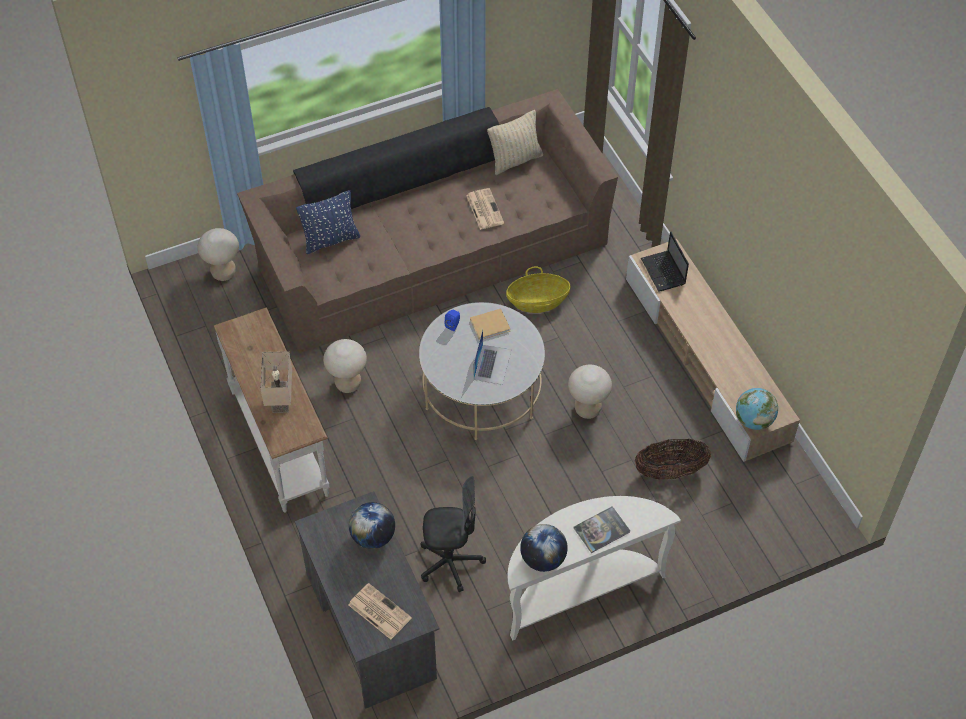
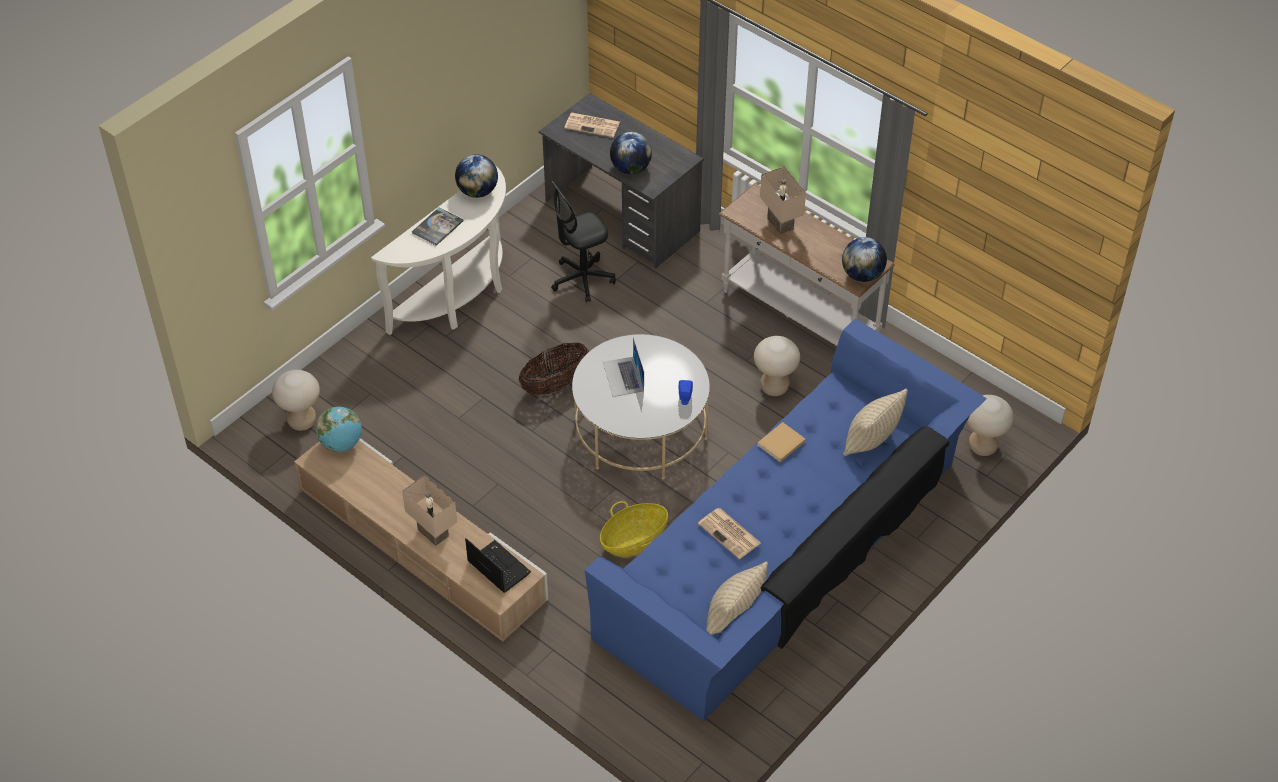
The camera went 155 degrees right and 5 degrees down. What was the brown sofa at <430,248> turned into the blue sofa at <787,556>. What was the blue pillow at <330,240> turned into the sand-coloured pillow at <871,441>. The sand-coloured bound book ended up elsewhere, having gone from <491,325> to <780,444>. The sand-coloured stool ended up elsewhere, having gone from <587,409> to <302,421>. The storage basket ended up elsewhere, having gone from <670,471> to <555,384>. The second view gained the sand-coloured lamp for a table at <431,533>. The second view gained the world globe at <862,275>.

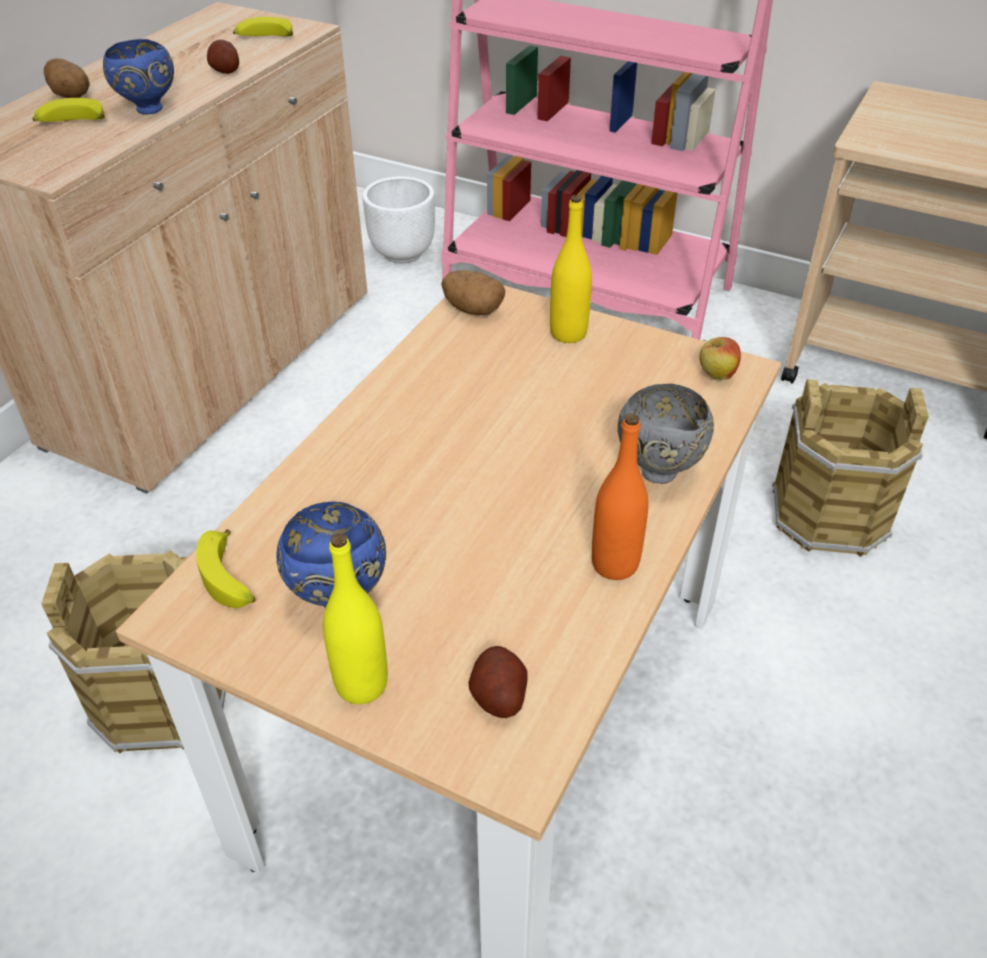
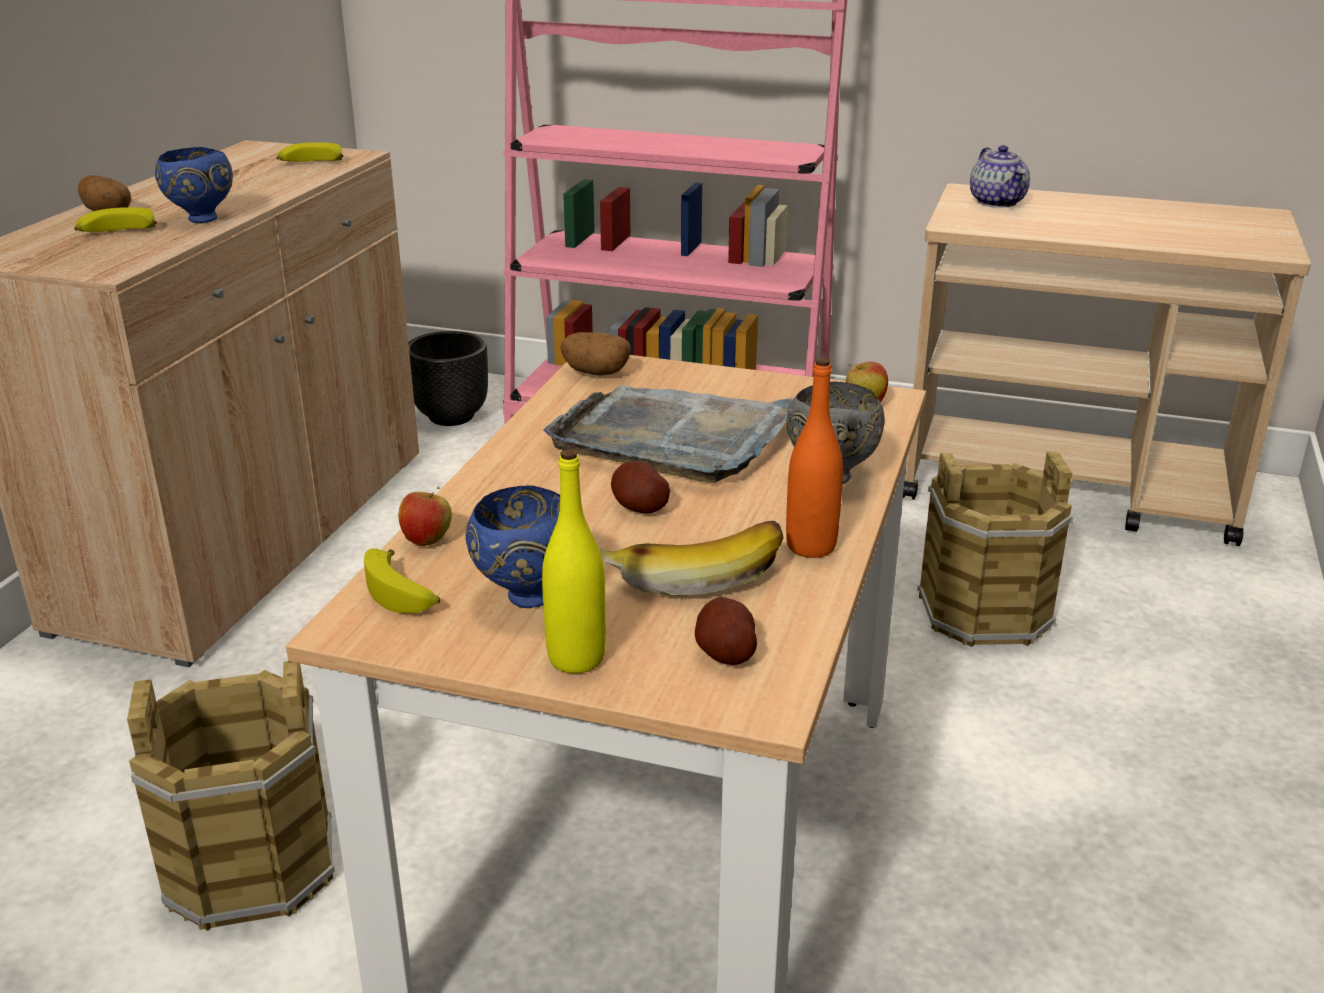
The camera went 10 degrees left and 15 degrees down. The spud ended up elsewhere, having gone from <225,70> to <639,507>. What was the white plant pot at <403,253> turned into the black-coloured plant pot at <452,416>. The second view lost the yellow-coloured beverage bottle at <568,333>. The second view gained the apple fruit at <427,541>. The second view gained the gray tray at <675,437>. The second view gained the whole banana at <694,573>. The second view gained the tea pot at <998,202>.

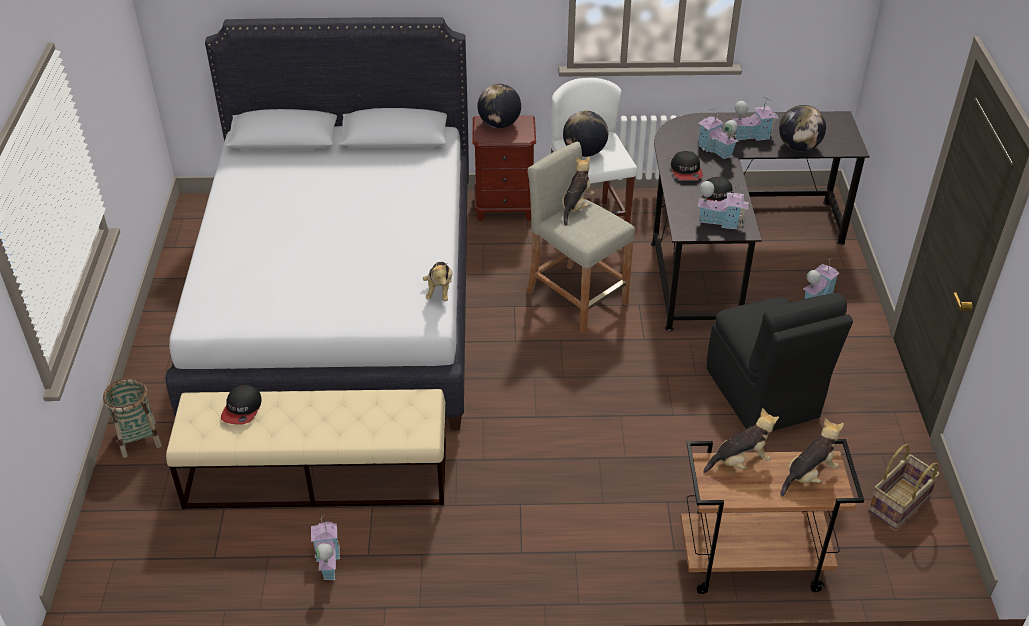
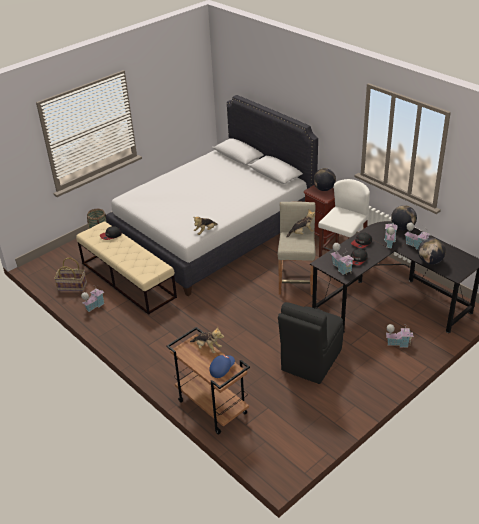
The camera went 50 degrees right and 5 degrees down. The world globe ended up elsewhere, having gone from <584,152> to <402,228>. Where the cuddly toy stood at <808,475>, the blue baseball cap came to stand at <222,369>. The storage basket ended up elsewhere, having gone from <900,504> to <72,286>.

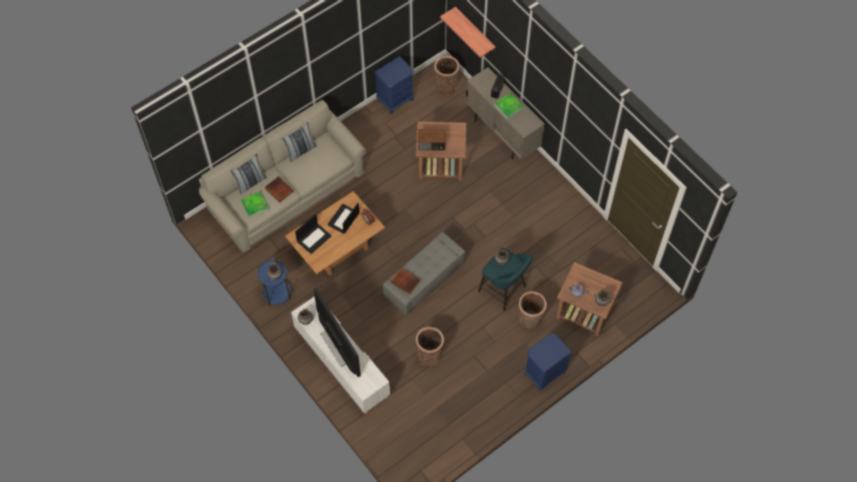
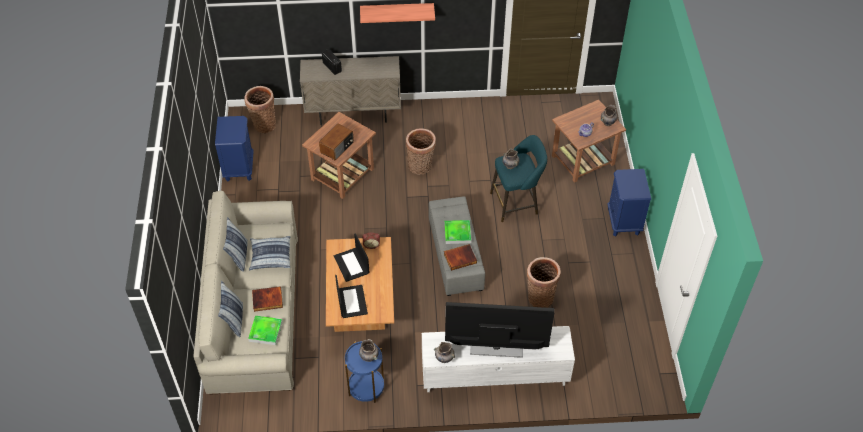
The camera went 55 degrees left and 10 degrees down. The bracket shelf ended up elsewhere, having gone from <475,31> to <397,12>. The tray ended up elsewhere, having gone from <508,107> to <457,233>. The storage basket ended up elsewhere, having gone from <529,320> to <421,167>. The second view gained the pillow at <270,256>.

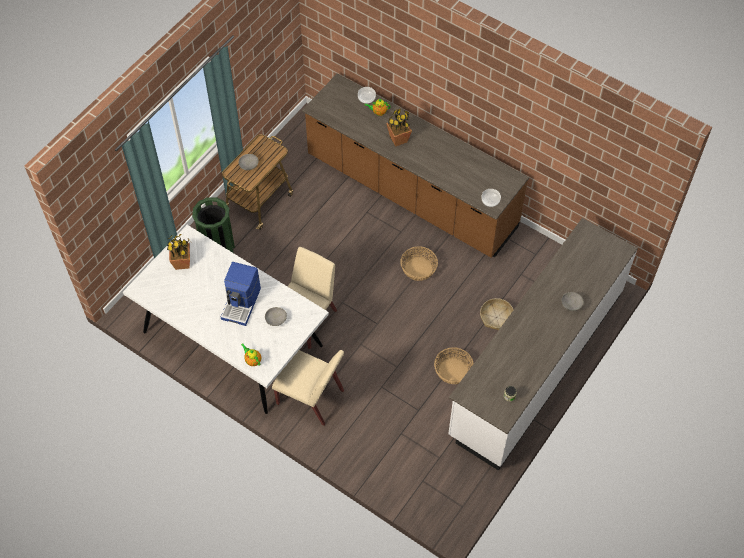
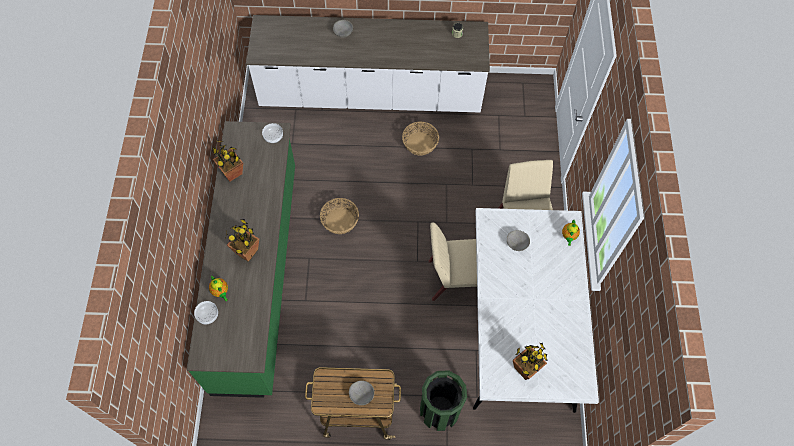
The camera went 125 degrees left and 5 degrees up. The second view lost the coffee maker at <242,303>. What was the brown counter at <411,193> turned into the green-coloured counter at <257,275>. The second view lost the storage basket at <496,317>. The second view gained the plant in a pot at <232,172>.

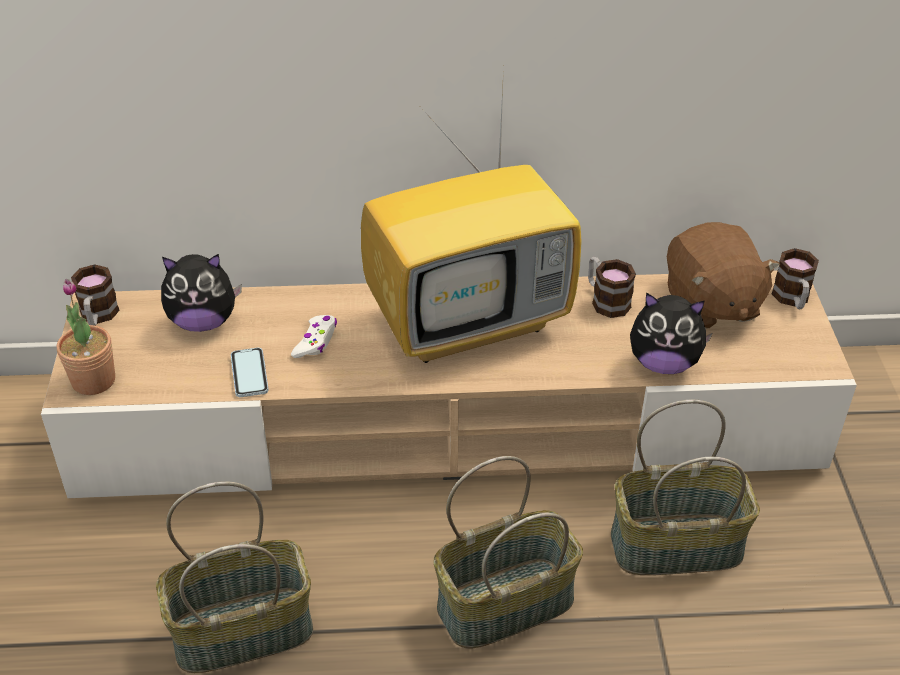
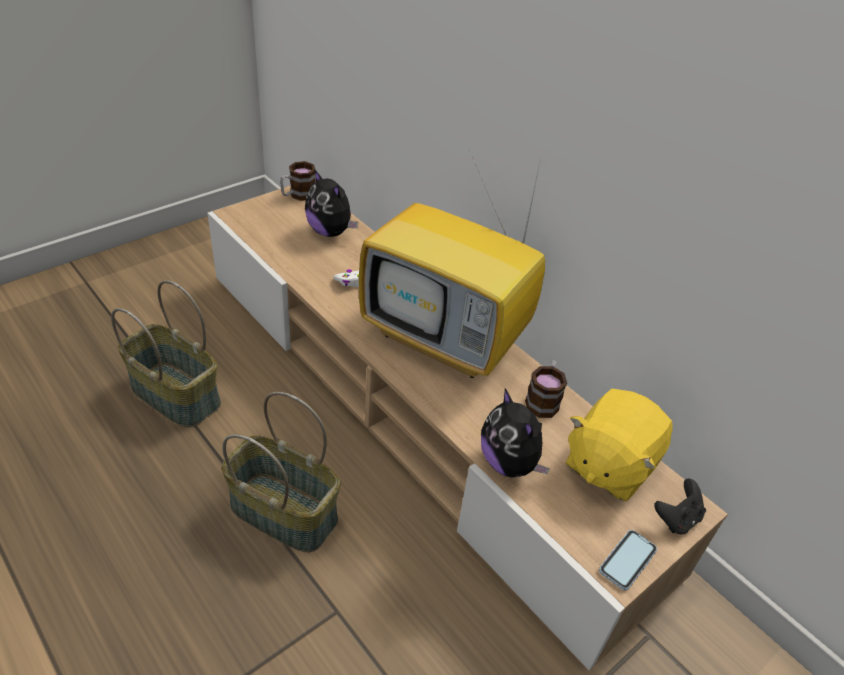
The camera went 50 degrees right and 0 degrees up. The second view lost the plant in a pot at <93,380>. The handset ended up elsewhere, having gone from <249,374> to <627,560>. The second view lost the storage basket at <677,544>. What was the brown cuddly toy at <710,304> turned into the yellow-coloured cuddly toy at <608,464>. Where the mug stood at <792,299>, the black-coloured game controller came to stand at <676,518>.

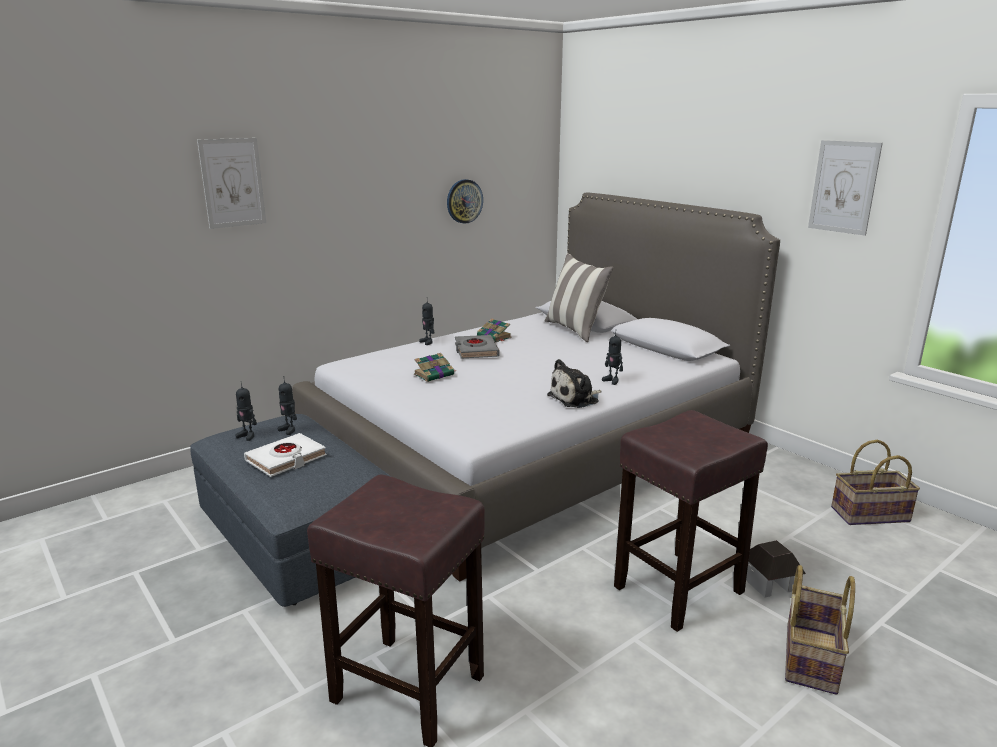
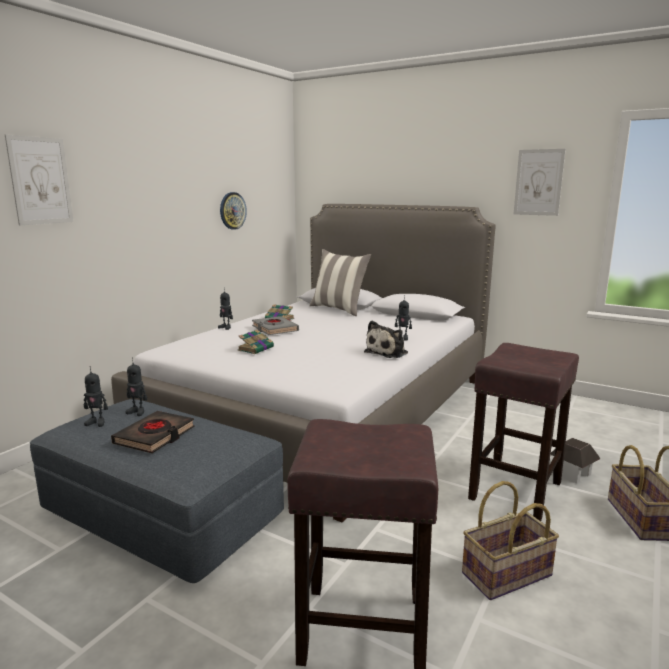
The camera went 20 degrees left and 5 degrees down. What was the white bound book at <286,459> turned into the black-coloured bound book at <155,436>. The storage basket ended up elsewhere, having gone from <870,515> to <507,575>.

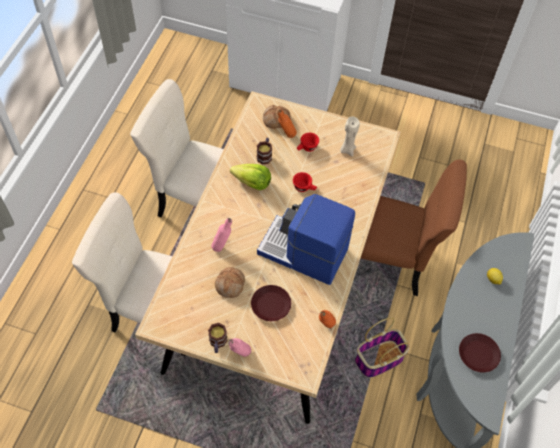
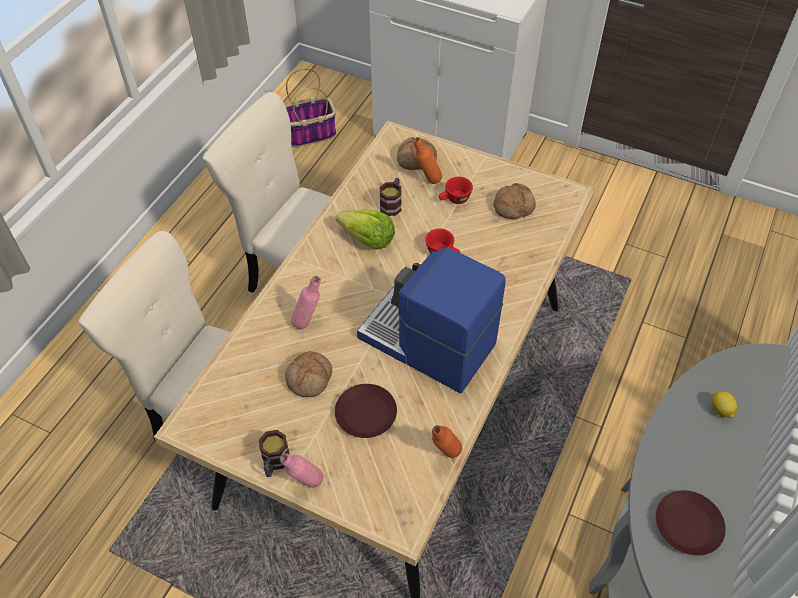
The camera went 10 degrees right and 5 degrees down. Where the sand-coloured candle stood at <347,150>, the bakery bread came to stand at <513,206>. The storage basket ended up elsewhere, having gone from <378,360> to <309,134>. The second view lost the brown upright chair at <389,263>.

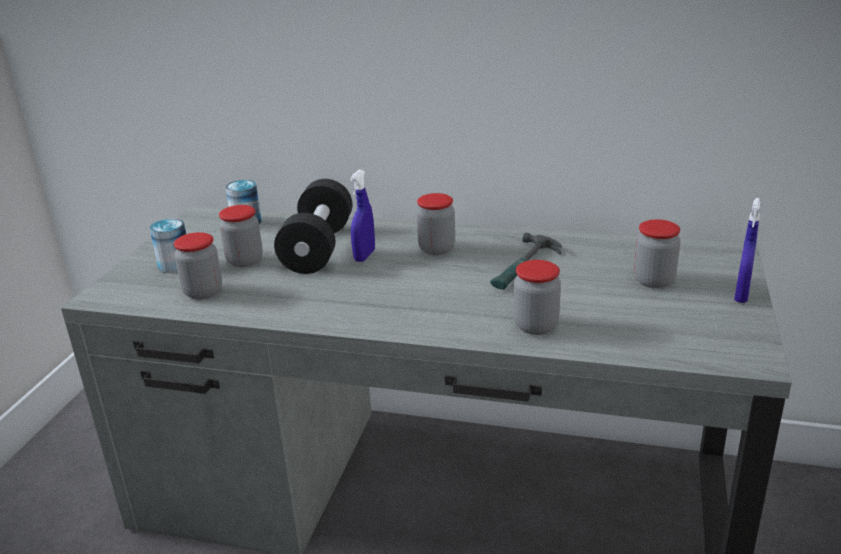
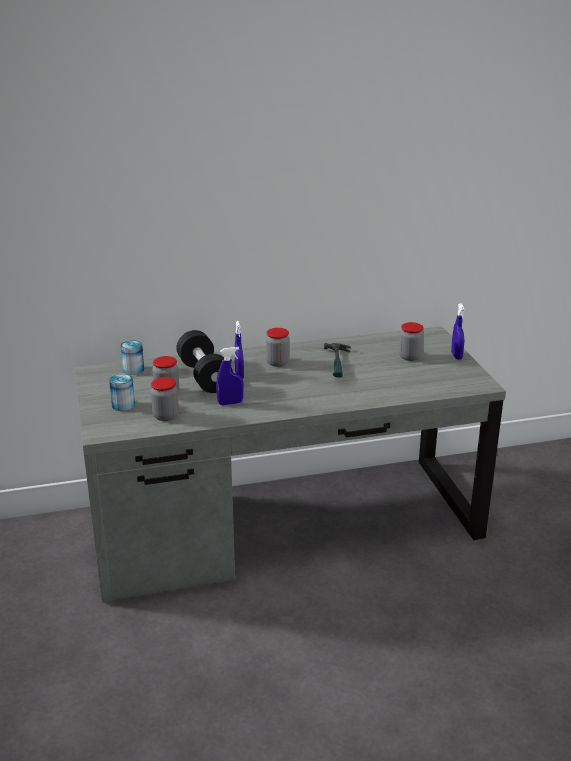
The camera went 30 degrees left and 0 degrees up. The second view lost the preserve jar at <536,326>. The second view gained the blue sprayer at <230,403>.

